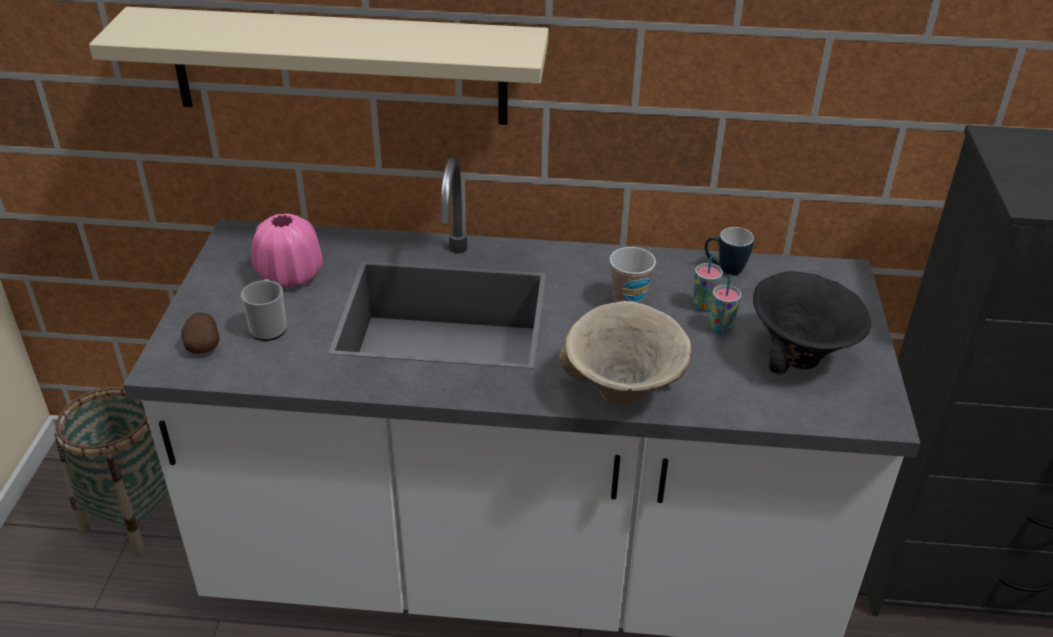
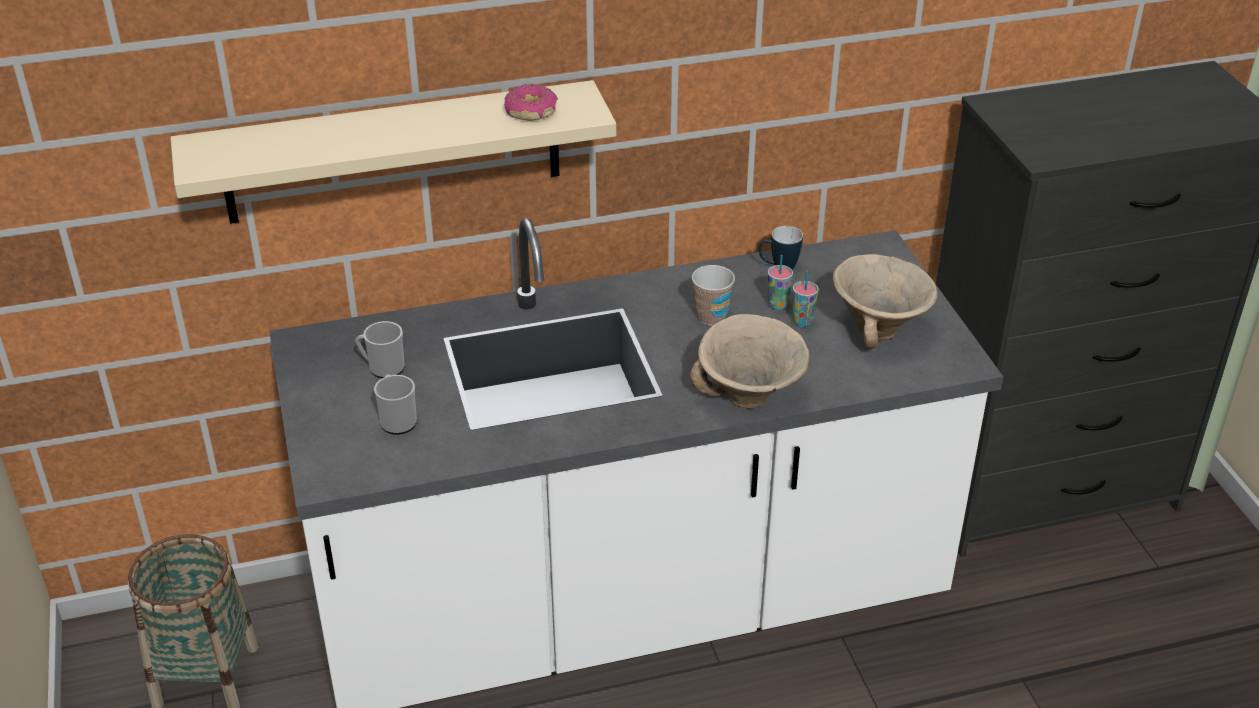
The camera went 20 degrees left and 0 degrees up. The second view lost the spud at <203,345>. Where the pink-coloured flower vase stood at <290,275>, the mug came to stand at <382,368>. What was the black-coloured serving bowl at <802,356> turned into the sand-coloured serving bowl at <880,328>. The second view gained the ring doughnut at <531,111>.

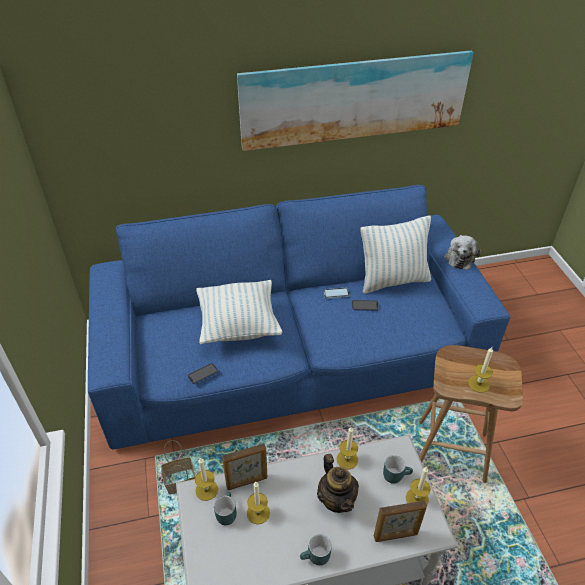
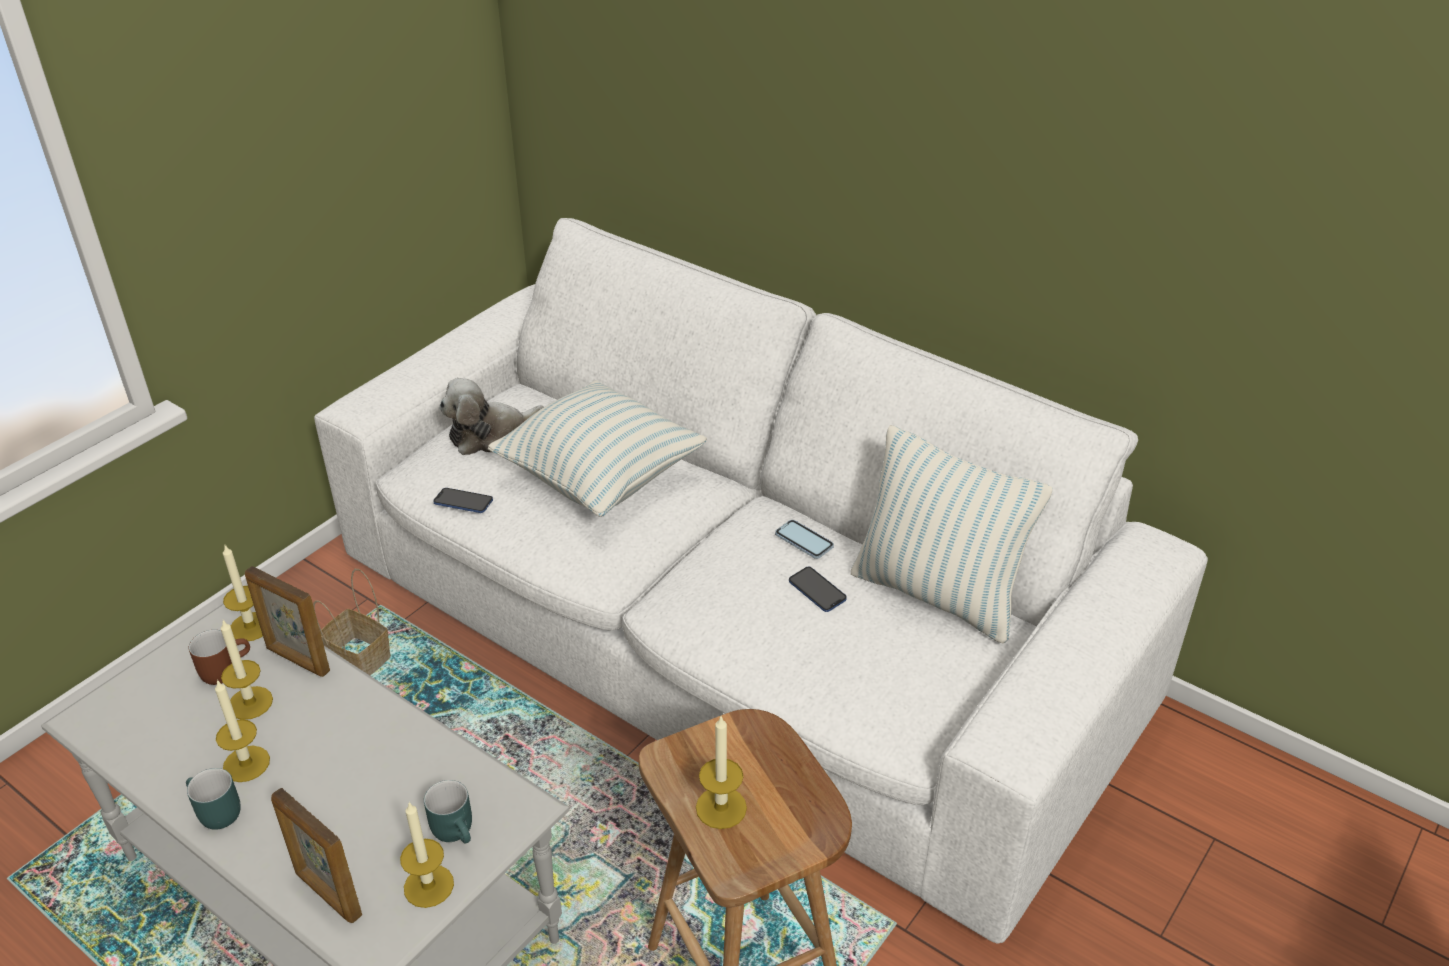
The camera went 50 degrees right and 5 degrees down. What was the blue sofa at <292,356> turned into the white sofa at <726,633>. What was the turquoise mug at <225,513> turned into the brown mug at <224,668>. The second view lost the wall picture at <353,98>. The second view lost the tea pot at <337,499>. The candle ended up elsewhere, having gone from <347,459> to <246,764>. The cuddly toy ended up elsewhere, having gone from <459,257> to <489,434>.

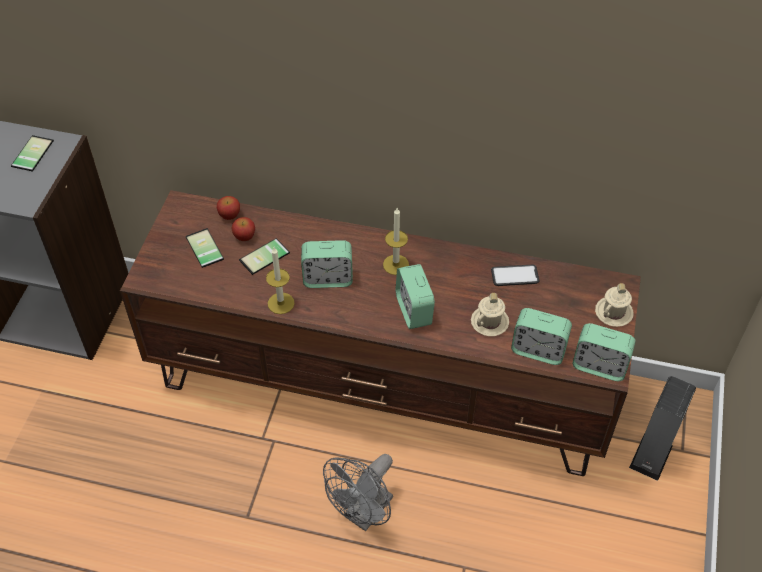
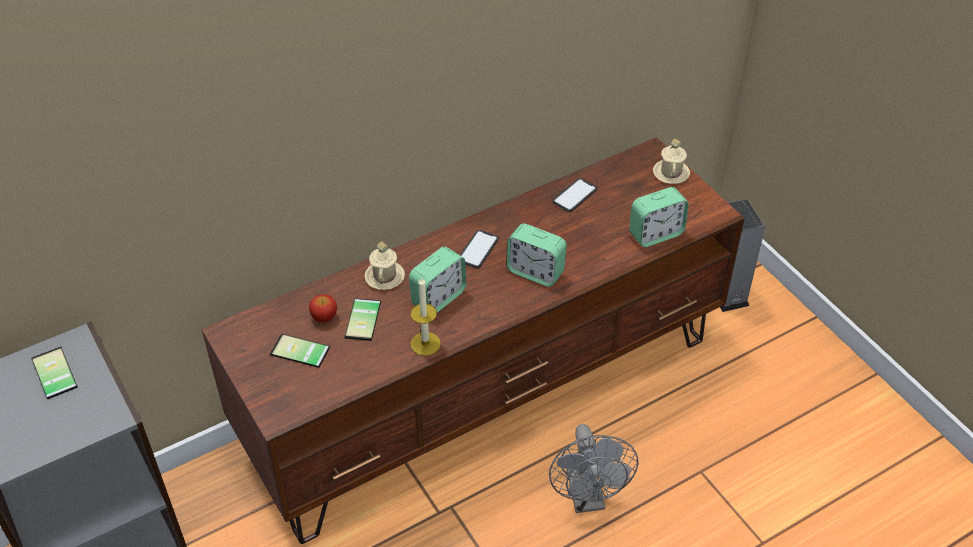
The camera went 45 degrees left and 5 degrees down. The second view lost the apple fruit at <229,215>. Where the candle stood at <396,264>, the handset came to stand at <478,249>. The sand-coloured mug ended up elsewhere, having gone from <489,322> to <384,276>. The second view lost the table clock at <599,366>.

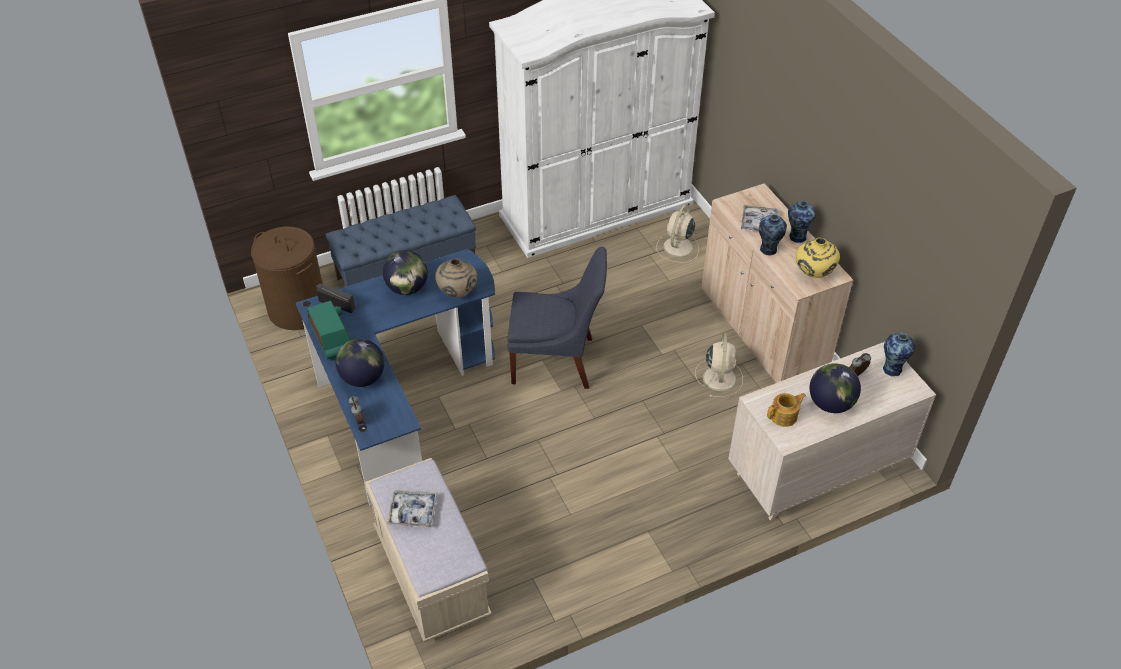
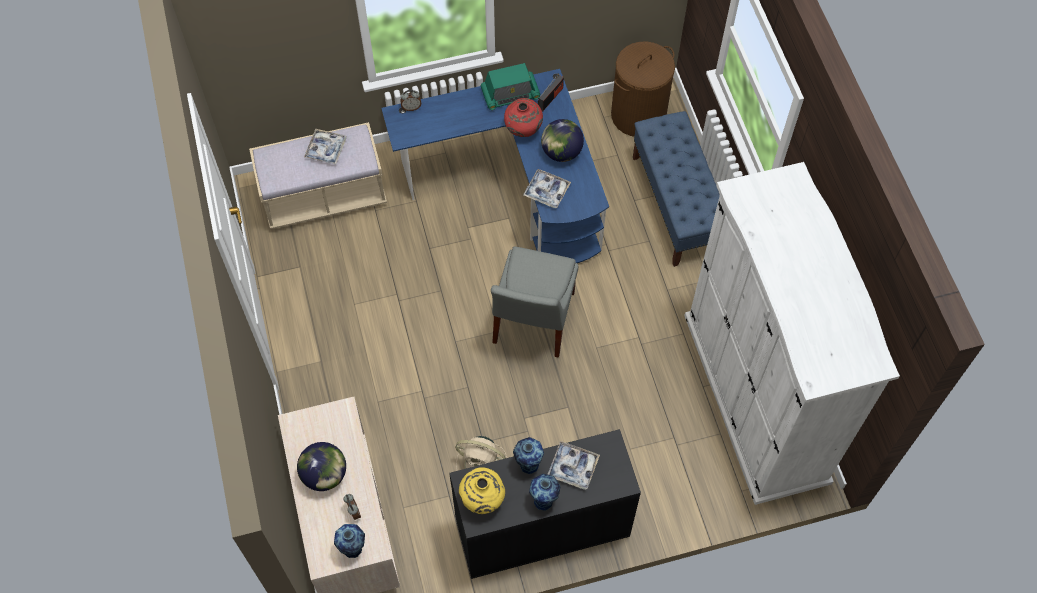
The camera went 100 degrees right and 15 degrees up. The second view lost the world globe at <363,378>. Where the sand-coloured flower vase stood at <457,293>, the tray came to stand at <546,191>. What was the blue upright chair at <557,361> turned into the gray upright chair at <532,321>. The second view lost the sand-coloured fan at <677,247>. What was the sand-coloured storage cabinet at <763,328> turned into the black-coloured storage cabinet at <542,527>. The second view lost the tea pot at <784,416>. The second view gained the reddish flower vase at <523,130>.

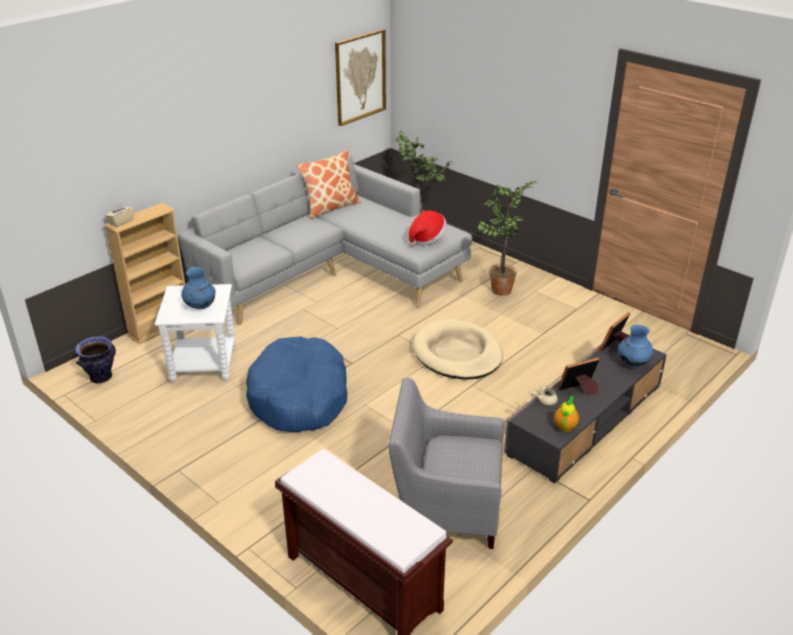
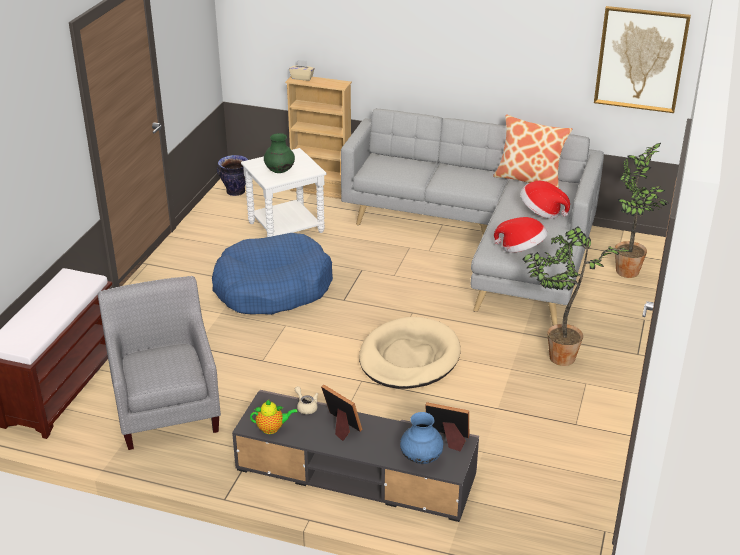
The camera went 65 degrees right and 0 degrees up. What was the blue flower vase at <200,306> turned into the green-coloured flower vase at <279,171>. The second view gained the clothing hat at <541,212>.

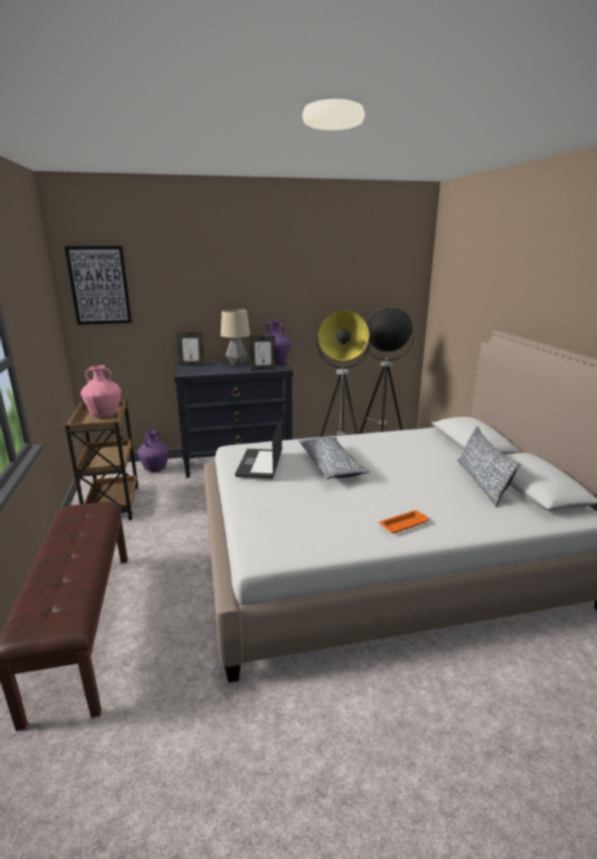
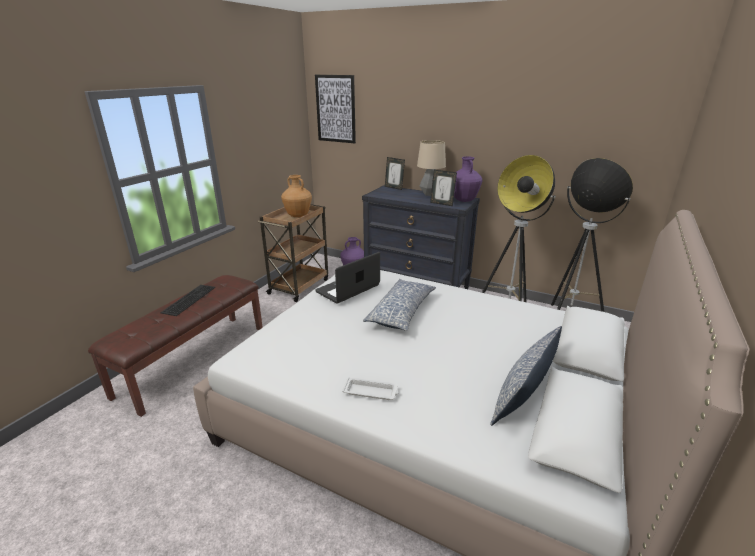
The camera went 40 degrees right and 5 degrees up. What was the pink-coloured flower vase at <104,415> turned into the brown flower vase at <298,216>. What was the orange-coloured tray at <404,524> turned into the white tray at <371,392>. The second view gained the keyboard at <188,299>.

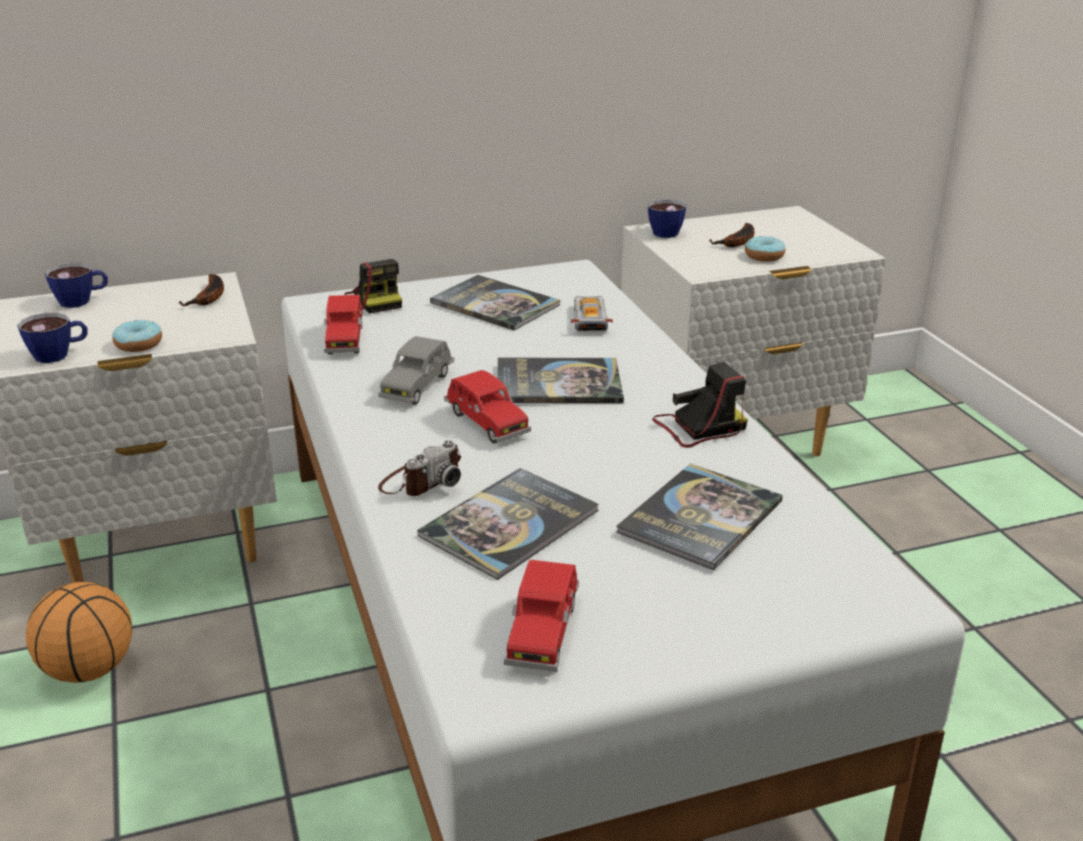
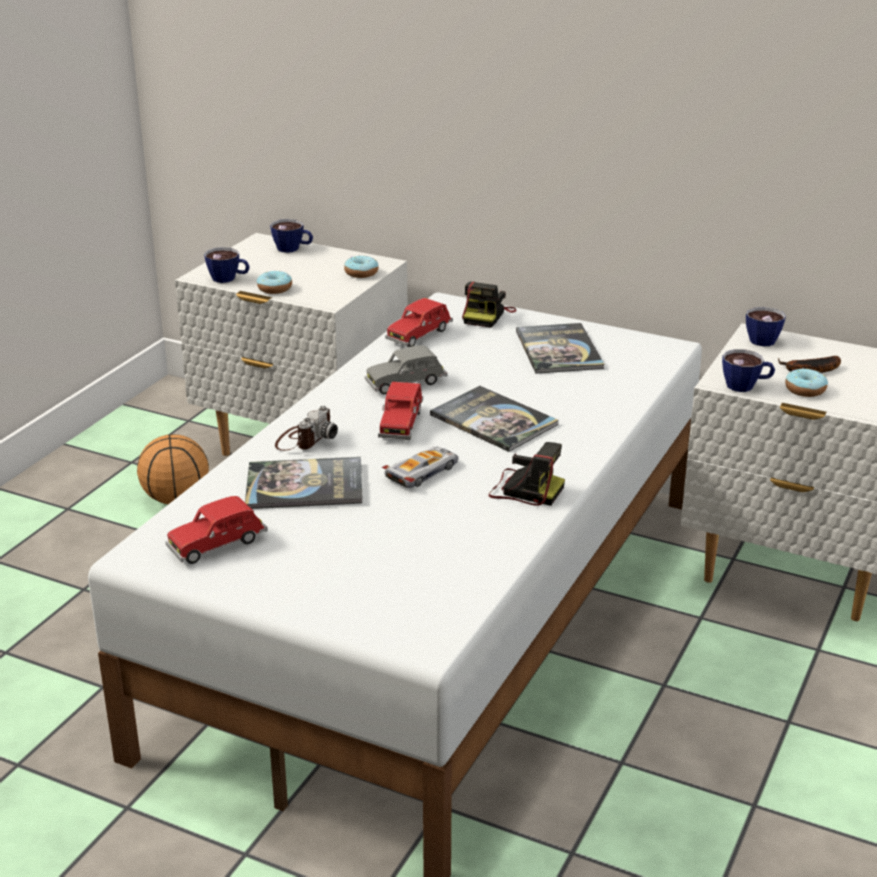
The camera went 45 degrees right and 0 degrees up. Where the whole banana stood at <210,297>, the ring doughnut came to stand at <361,273>. The still camera at <421,481> ended up facing another way, 60 degrees counterclockwise from before. The toy car ended up elsewhere, having gone from <589,319> to <422,472>. The second view lost the bound book at <700,517>. The second view gained the cup at <746,386>.

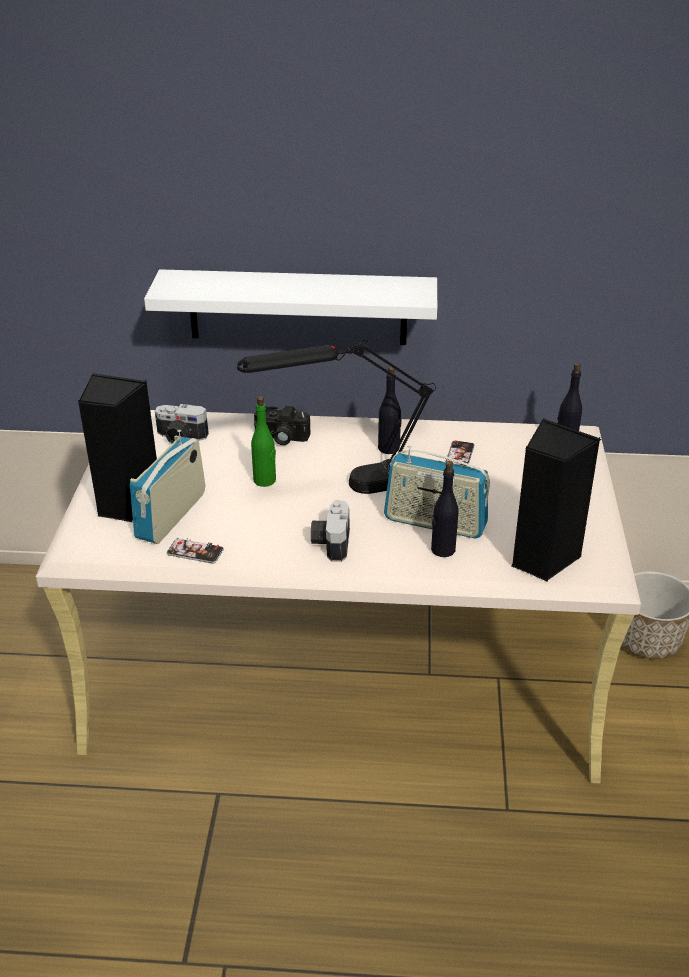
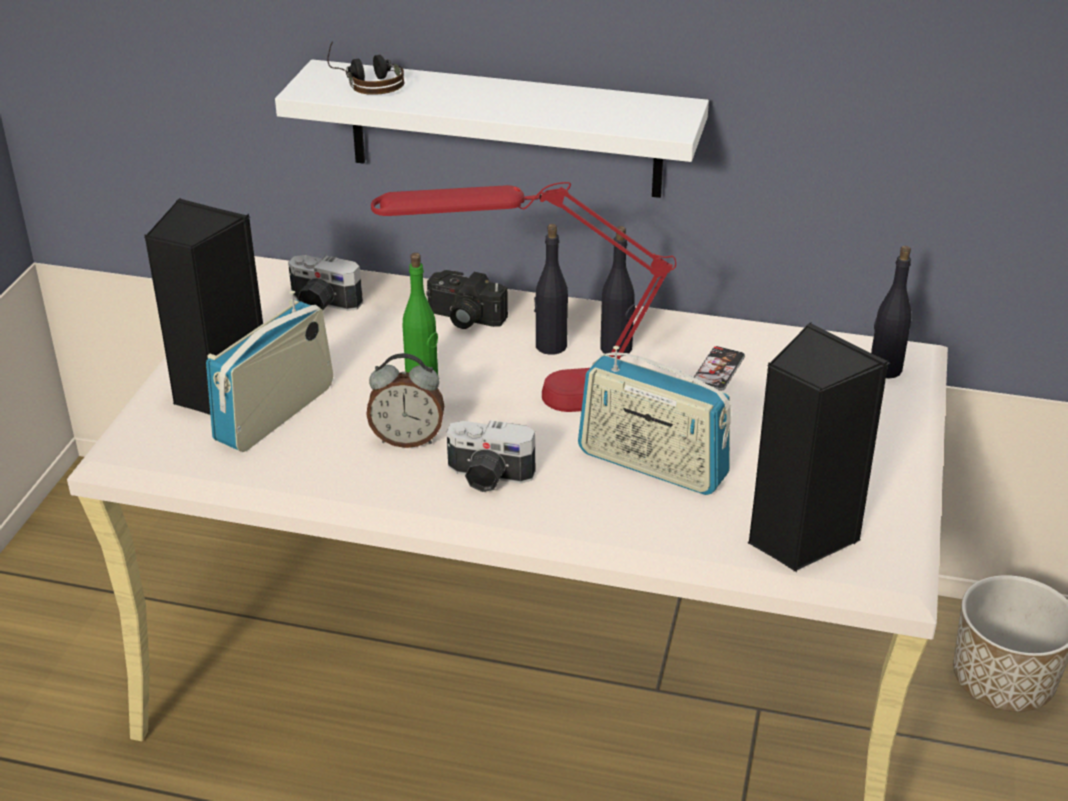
The camera went 10 degrees right and 0 degrees up. The second view lost the handset at <195,552>. What was the black-coloured lamp for a table at <340,487> turned into the reddish lamp for a table at <528,399>. The still camera at <330,542> ended up facing another way, 90 degrees counterclockwise from before. The black-coloured beverage bottle ended up elsewhere, having gone from <442,549> to <550,346>. The second view gained the headphones at <366,81>. The second view gained the table clock at <407,439>.

